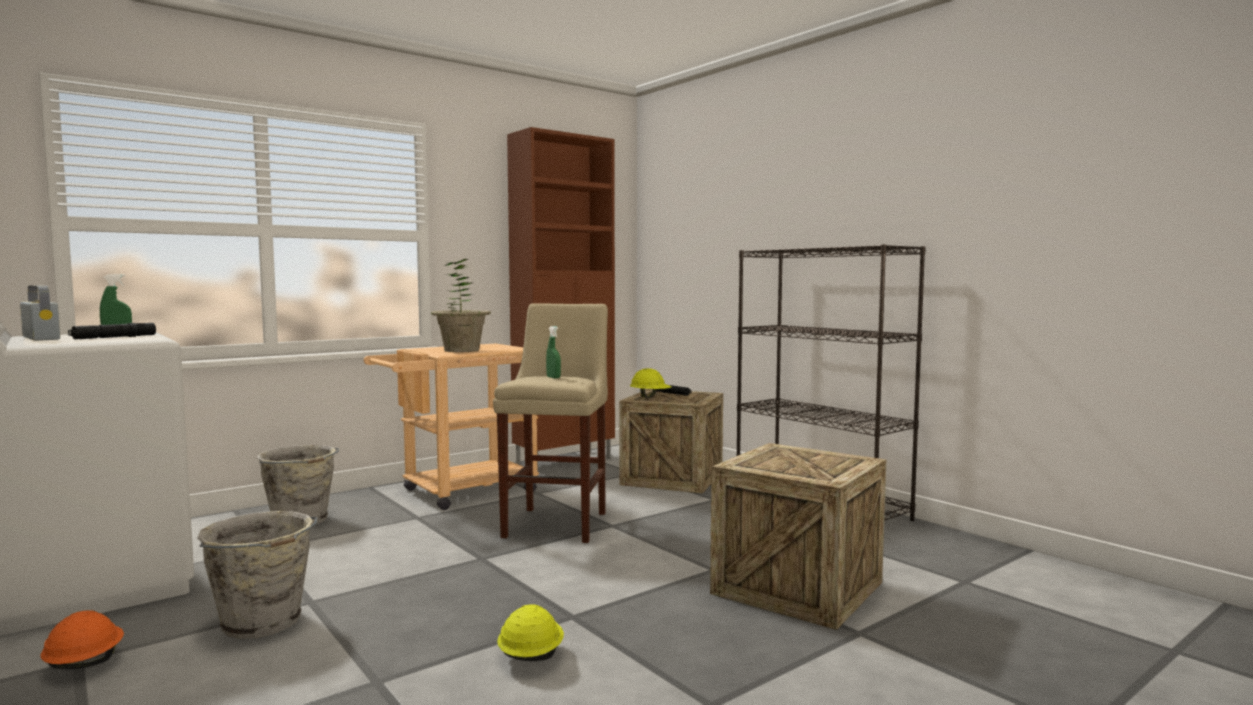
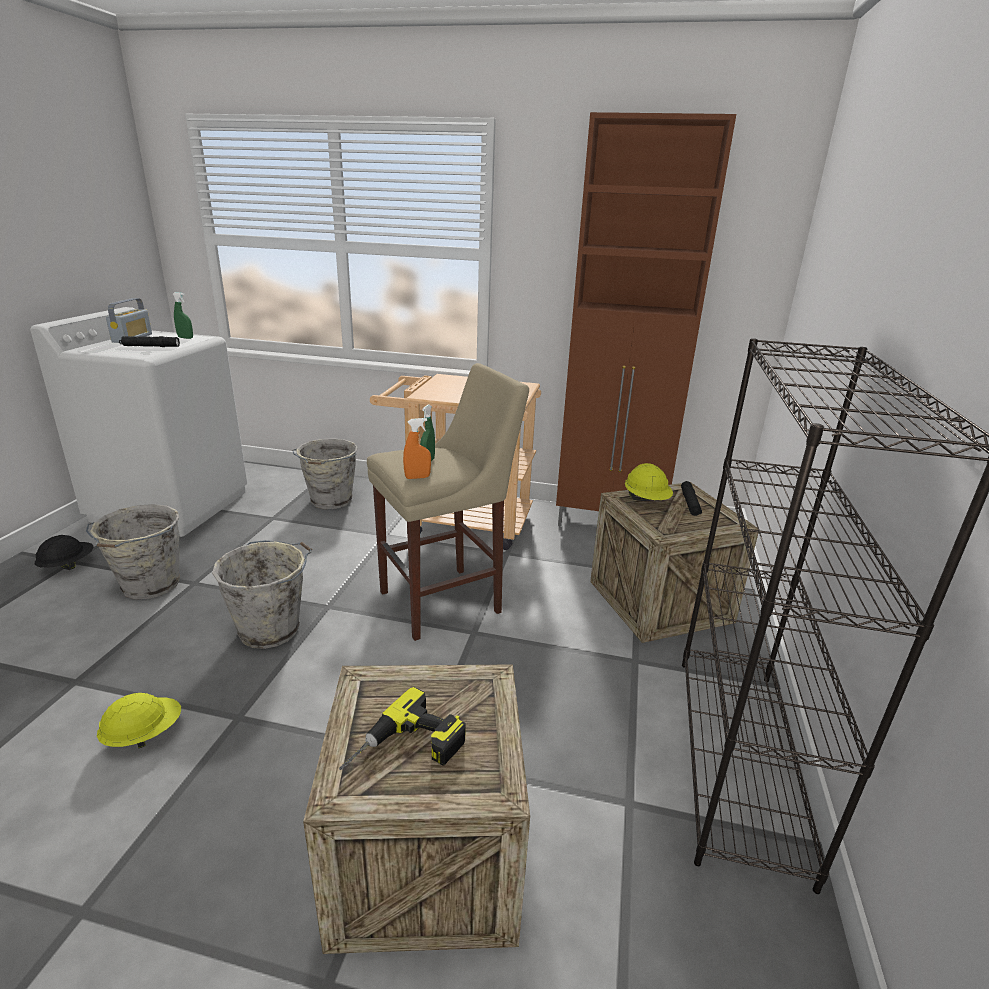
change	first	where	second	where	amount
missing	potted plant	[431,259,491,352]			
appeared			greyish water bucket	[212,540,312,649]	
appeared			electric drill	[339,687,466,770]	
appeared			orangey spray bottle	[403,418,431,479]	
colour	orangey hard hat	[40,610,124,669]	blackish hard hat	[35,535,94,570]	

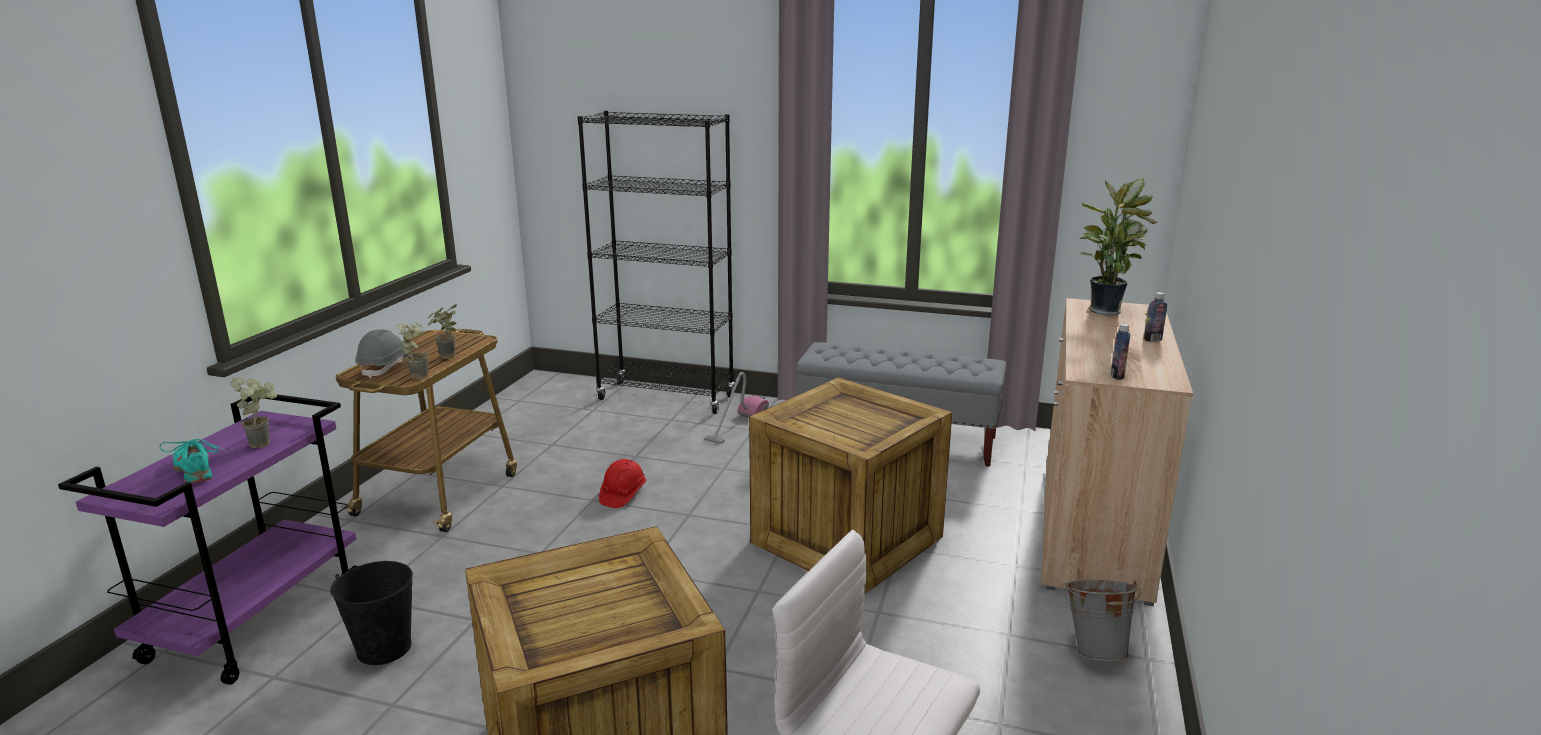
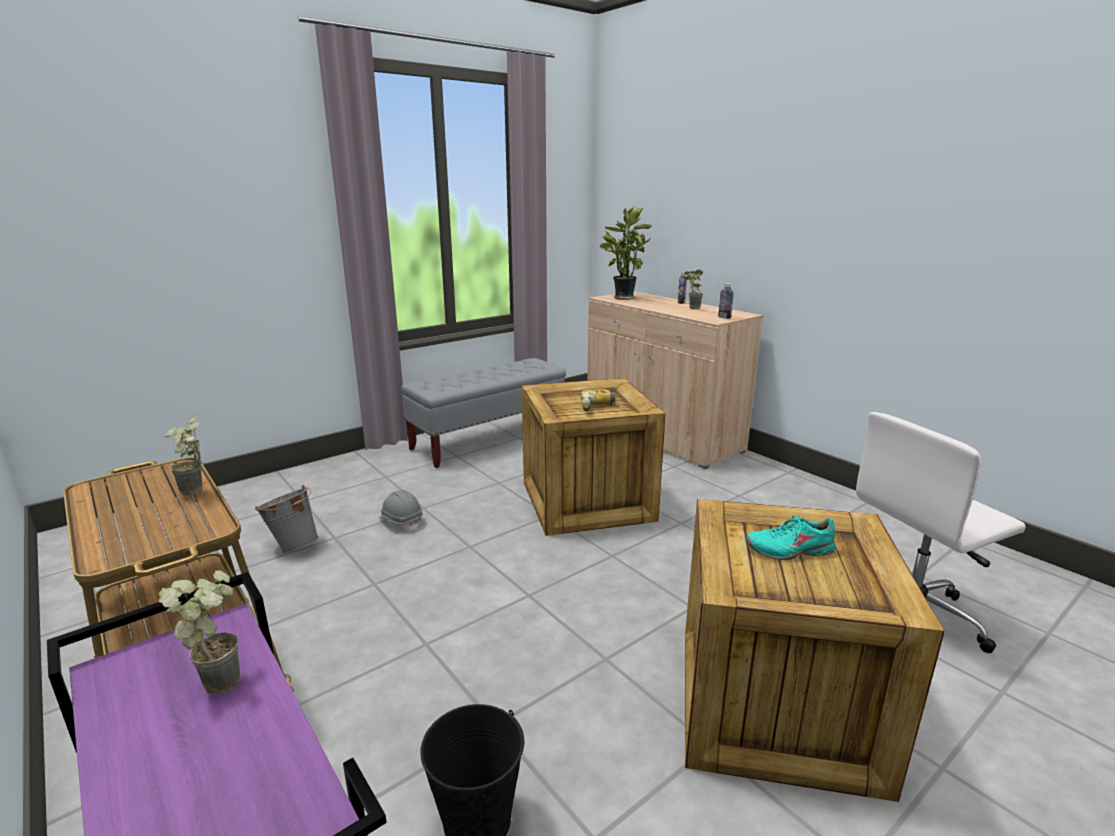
change	first	where	second	where	amount
missing	blackish shelving unit	[578,111,735,414]			
missing	red-coloured hard hat	[599,459,646,508]			
missing	vacuum	[704,372,769,444]			
appeared			electric drill	[581,388,618,411]	
relocated	turquoise low shoe	[159,439,225,483]		[745,515,836,560]	
relocated	greyish hard hat	[355,329,408,378]		[379,490,423,531]	
relocated	potted plant	[396,322,428,379]		[684,270,703,309]	
relocated	greyish water bucket	[1065,580,1141,661]		[255,485,319,553]	

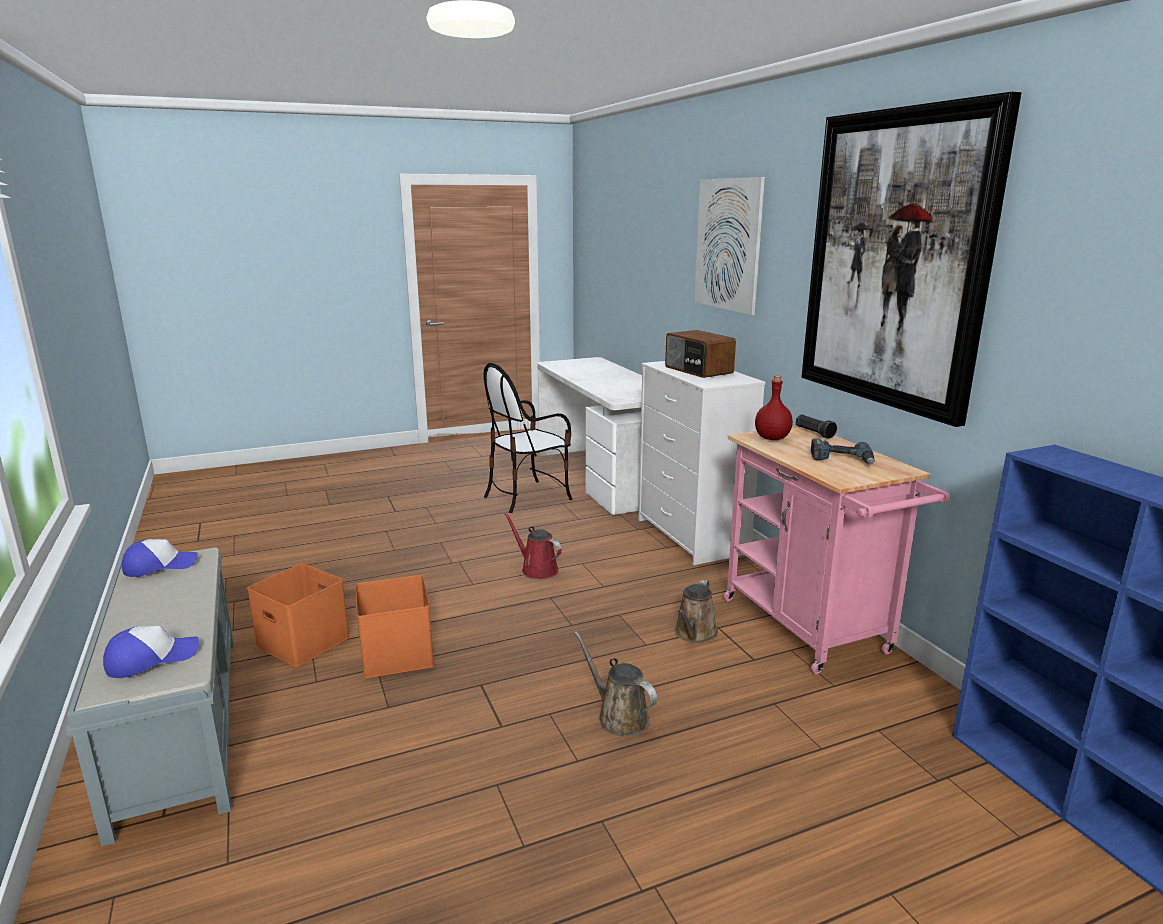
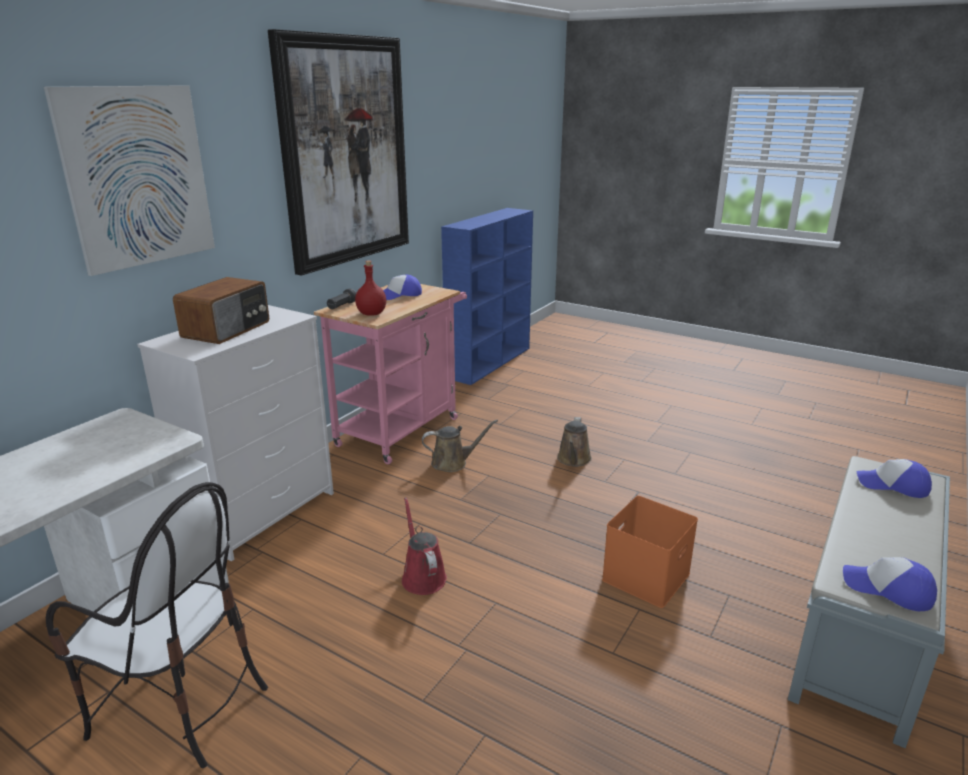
change	first	where	second	where	amount
missing	orangey storage container	[247,563,350,667]			
exchanged	electric drill	[811,439,875,465]	baseball cap	[383,275,422,300]	
spun	red-coloured sprinkling can	[504,512,562,579]		[402,497,447,595]	150 degrees clockwise

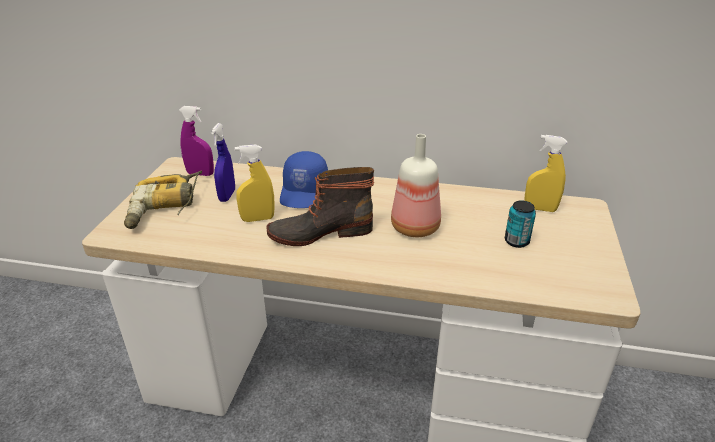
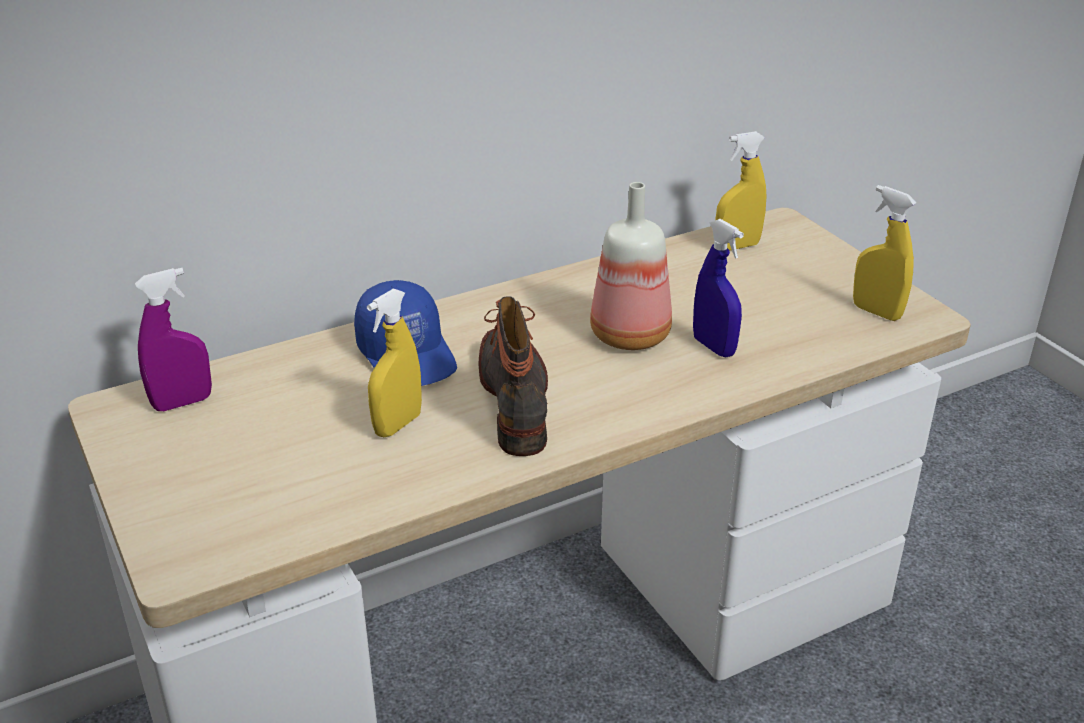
change	first	where	second	where	amount
missing	electric drill	[124,170,202,229]			
missing	can	[505,200,536,248]			
appeared			yellow-coloured spray bottle	[853,185,917,321]	
relocated	blue spray bottle	[211,123,235,202]		[693,219,744,357]	
spun	boot	[267,167,374,246]		[478,296,548,456]	135 degrees clockwise

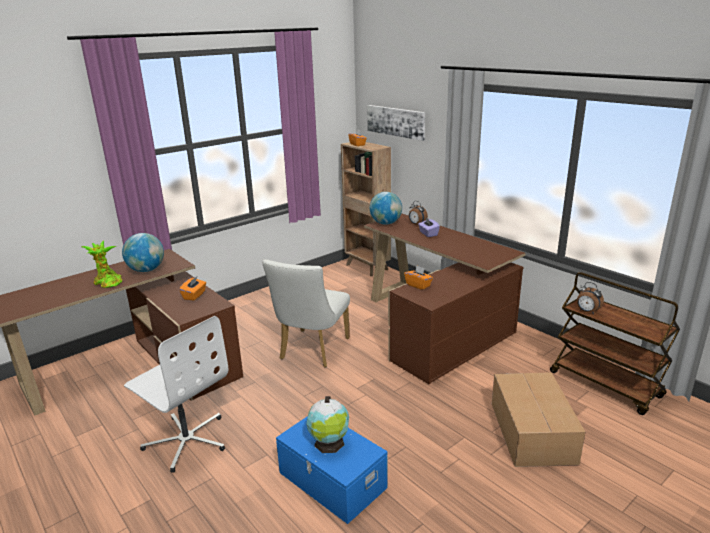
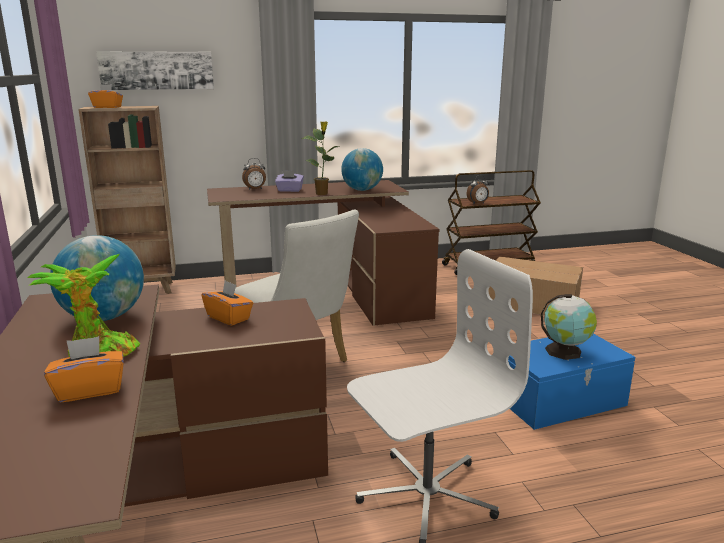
change	first	where	second	where	amount
appeared			potted plant	[302,121,339,195]	
relocated	globe	[370,192,402,225]		[341,148,383,191]	
relocated	orangey box of tissues	[404,265,433,290]		[44,336,124,402]	

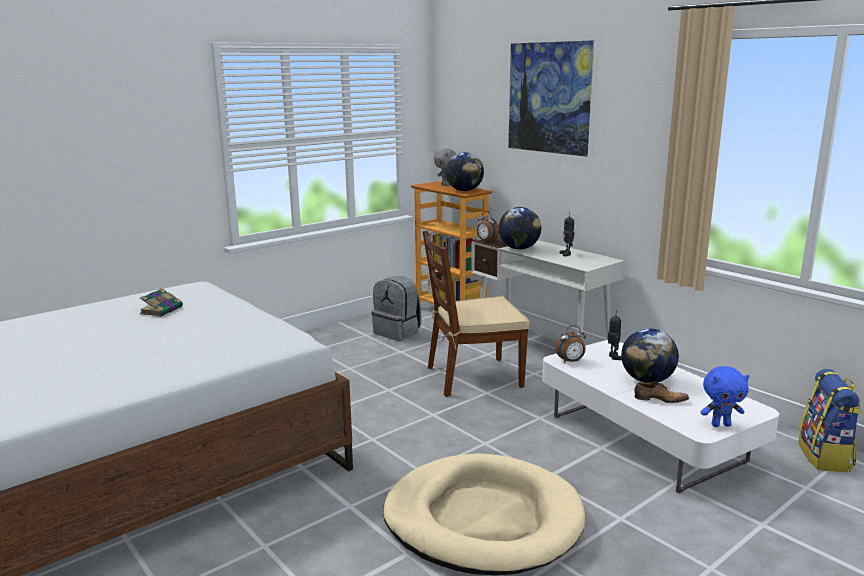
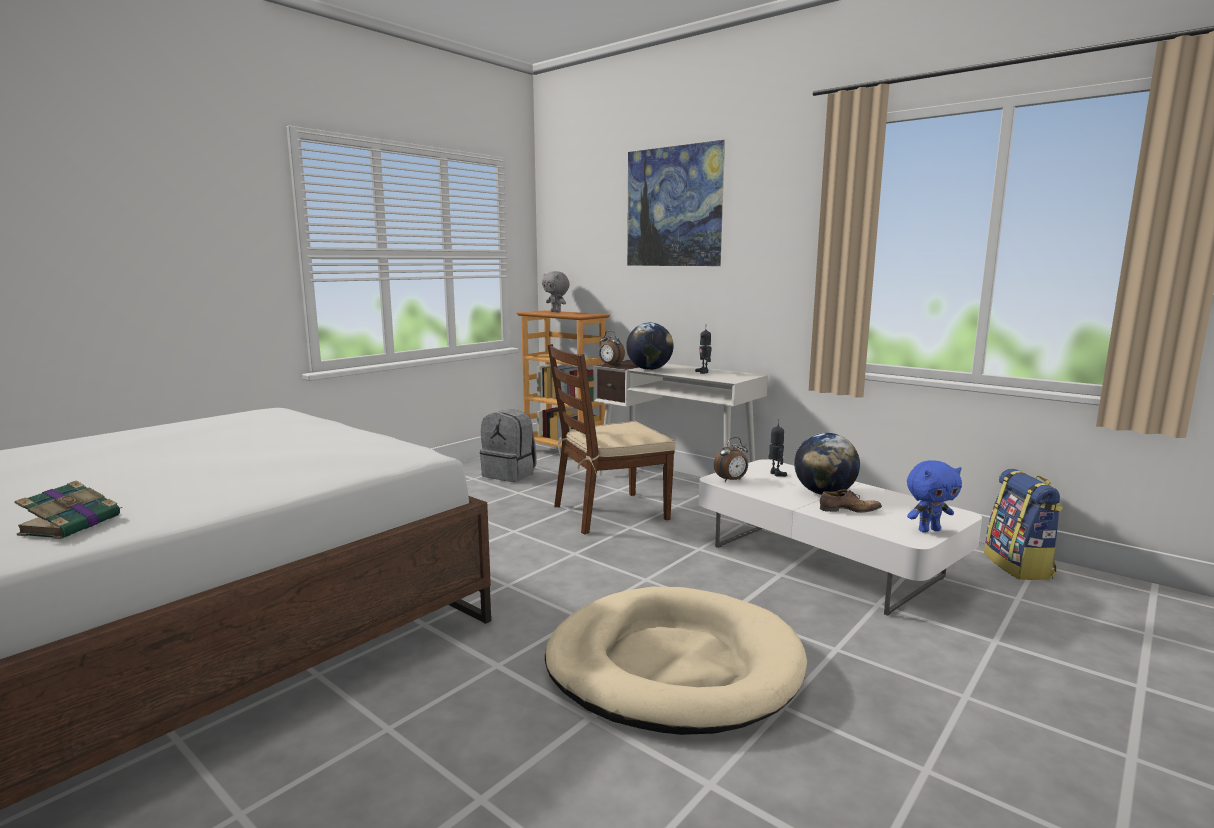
change	first	where	second	where	amount
missing	globe	[445,152,484,191]			
relocated	book	[140,288,183,317]		[15,481,122,539]	

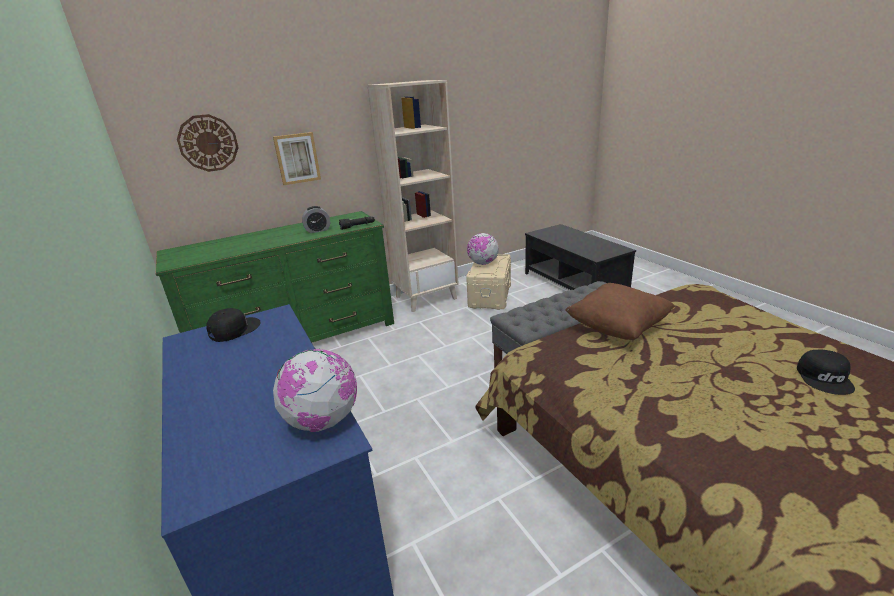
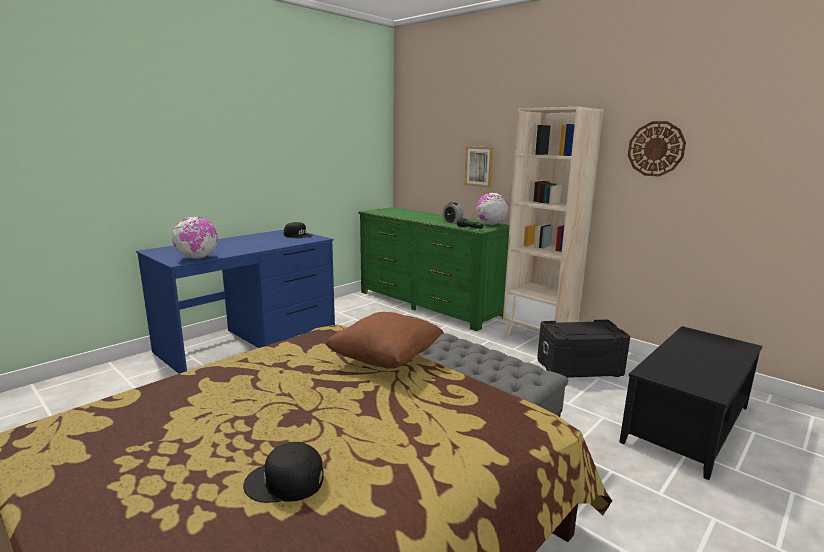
change	first	where	second	where	amount
relocated	wall clock	[177,114,239,172]		[628,121,686,177]	
relocated	globe	[467,233,499,265]		[476,193,508,225]	
colour	beige-coloured storage container	[466,254,511,310]	blackish storage container	[537,320,630,378]	

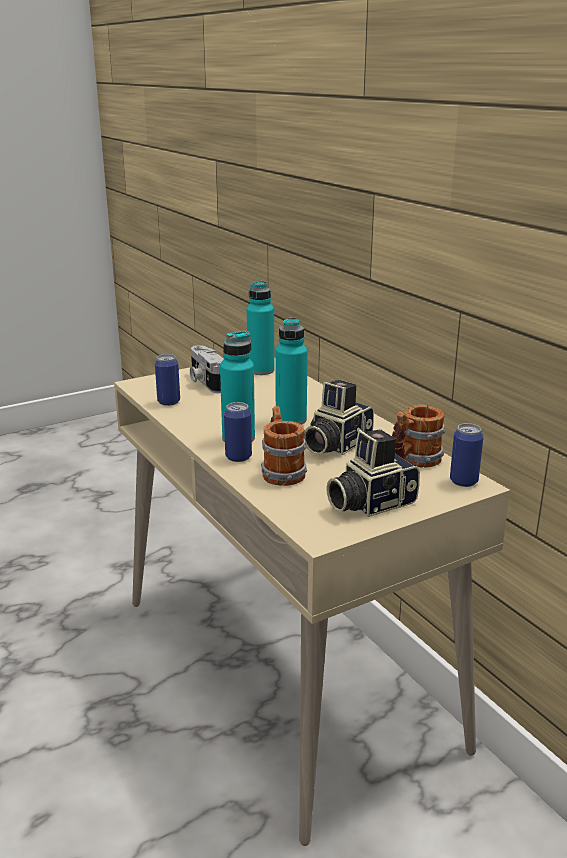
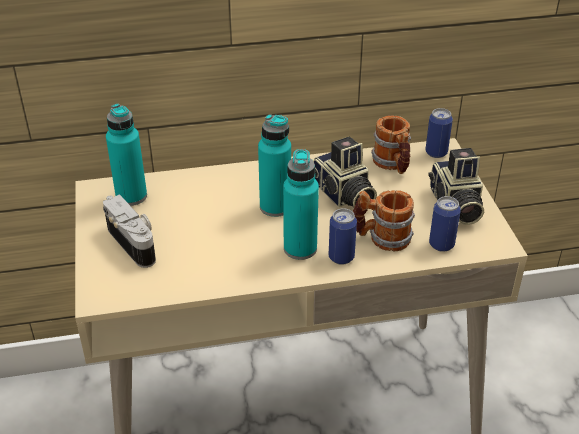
change	first	where	second	where	amount
relocated	can	[155,354,180,406]		[429,196,461,252]	
spun	photo camera	[190,345,224,393]		[103,194,156,268]	120 degrees counterclockwise

